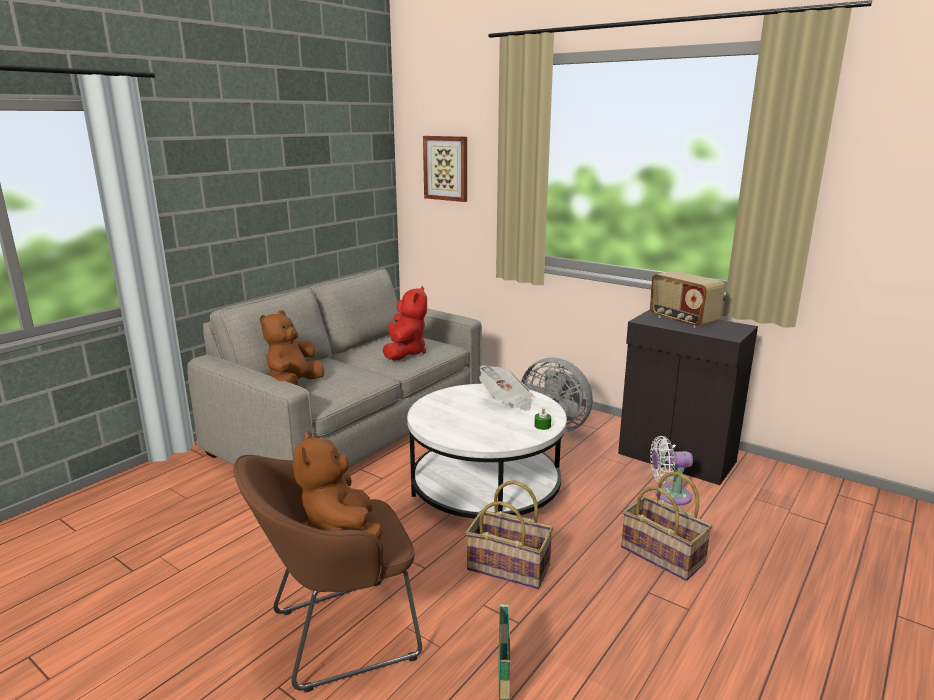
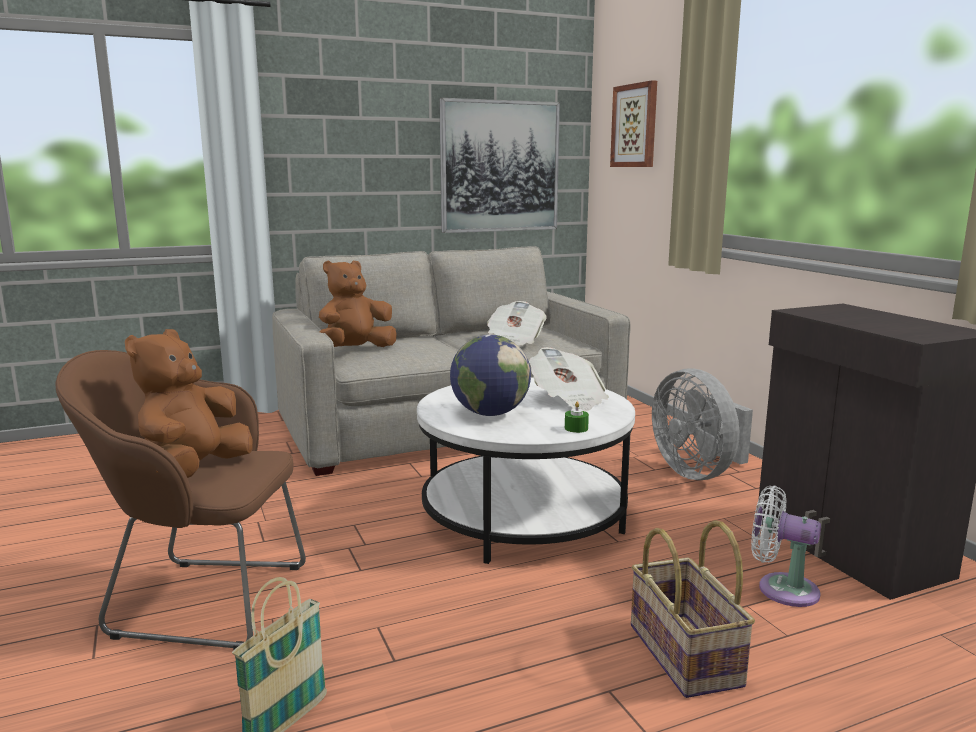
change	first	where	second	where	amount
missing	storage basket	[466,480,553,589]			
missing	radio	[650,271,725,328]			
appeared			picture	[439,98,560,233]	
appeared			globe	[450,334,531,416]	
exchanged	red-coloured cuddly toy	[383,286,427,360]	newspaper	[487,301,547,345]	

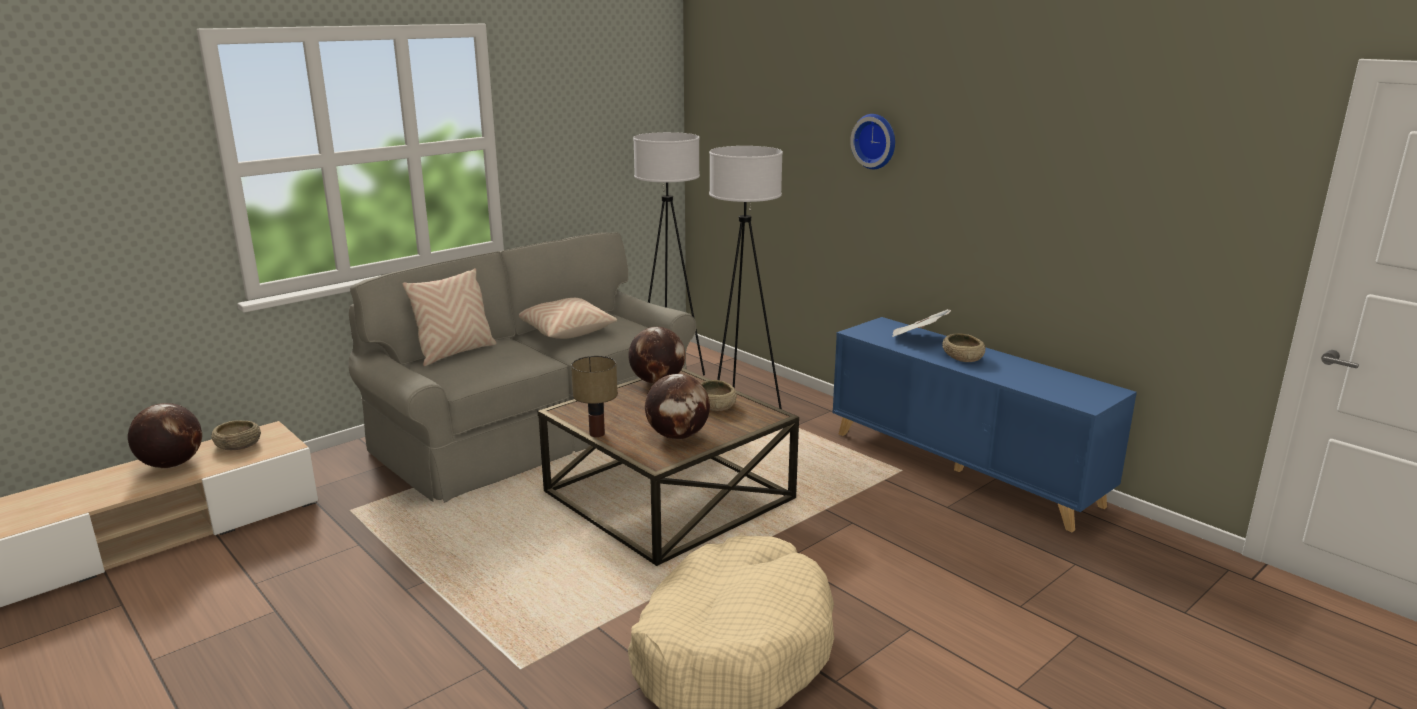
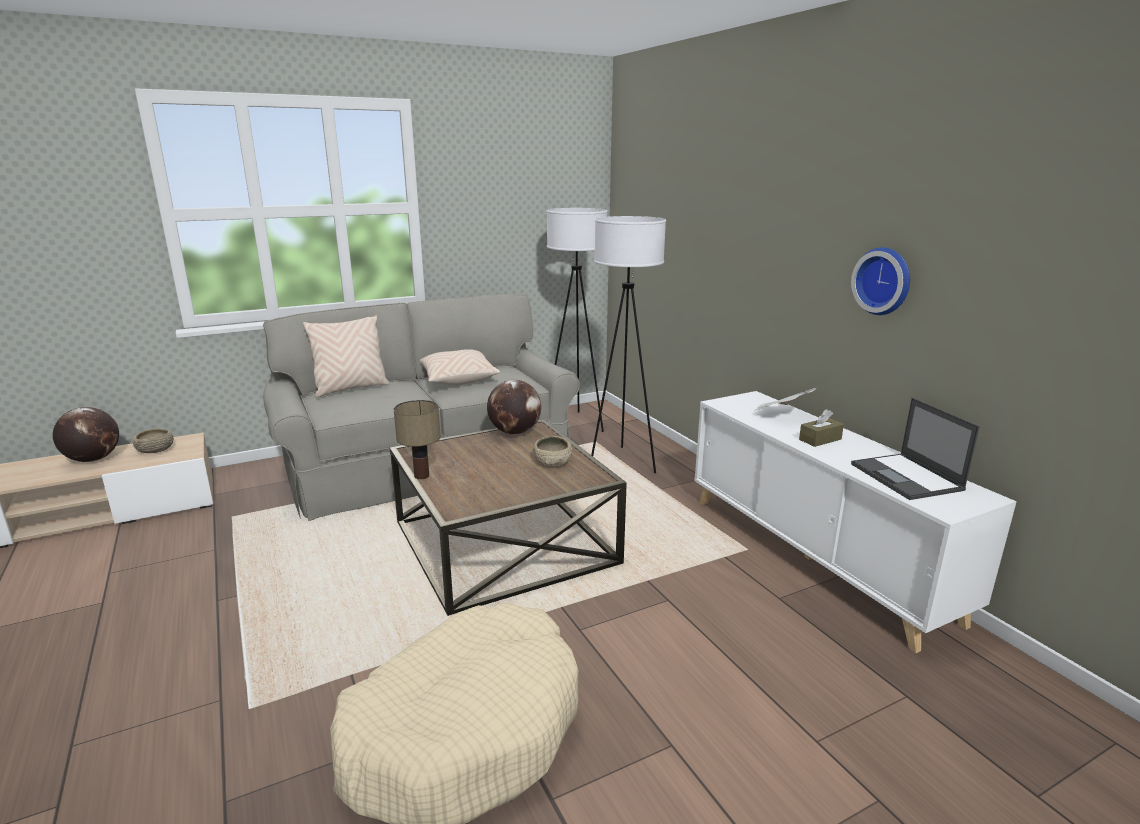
change	first	where	second	where	amount
missing	globe	[645,374,710,439]			
appeared			notebook computer	[851,398,980,500]	
relocated	wall clock	[850,114,895,169]		[851,247,910,315]	
exchanged	beige-coloured bowl	[942,333,985,362]	brown-coloured box of tissues	[799,409,844,447]	
colour	blue storage cabinet	[832,317,1137,532]	white storage cabinet	[694,391,1017,653]	

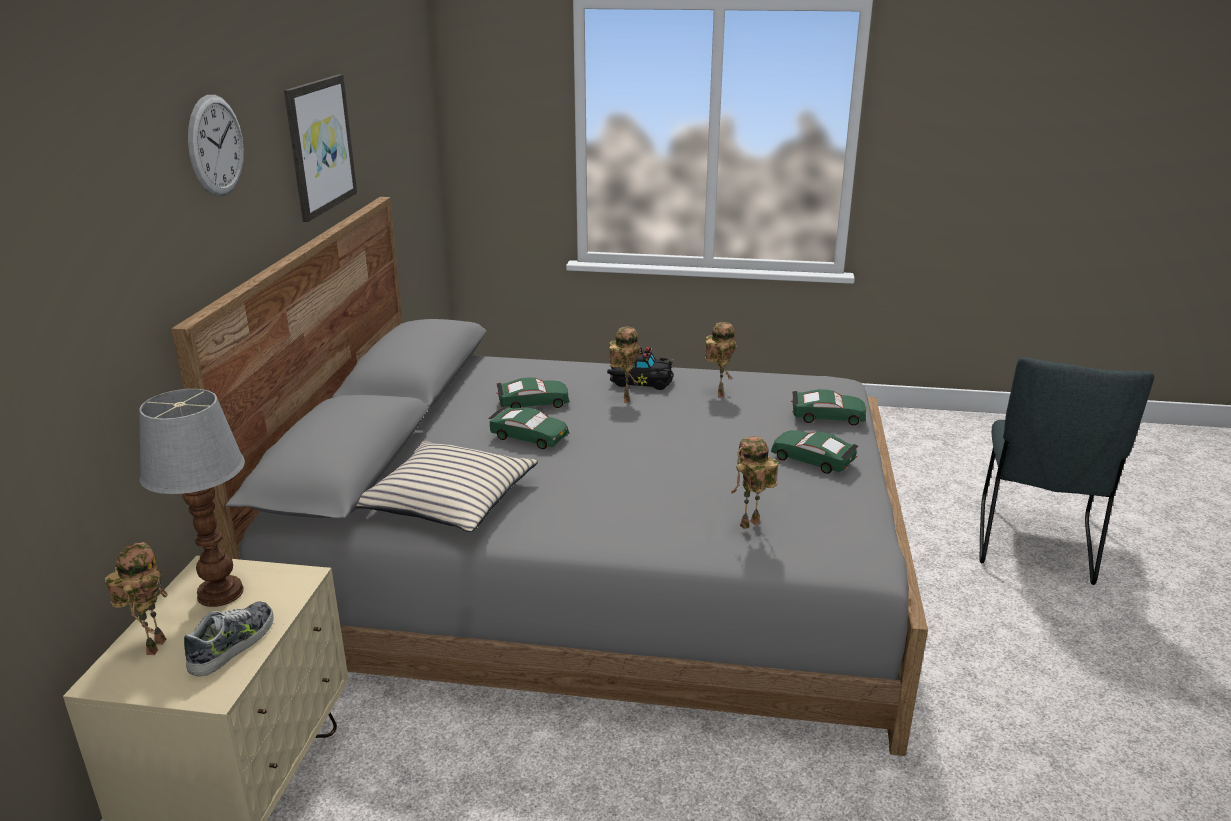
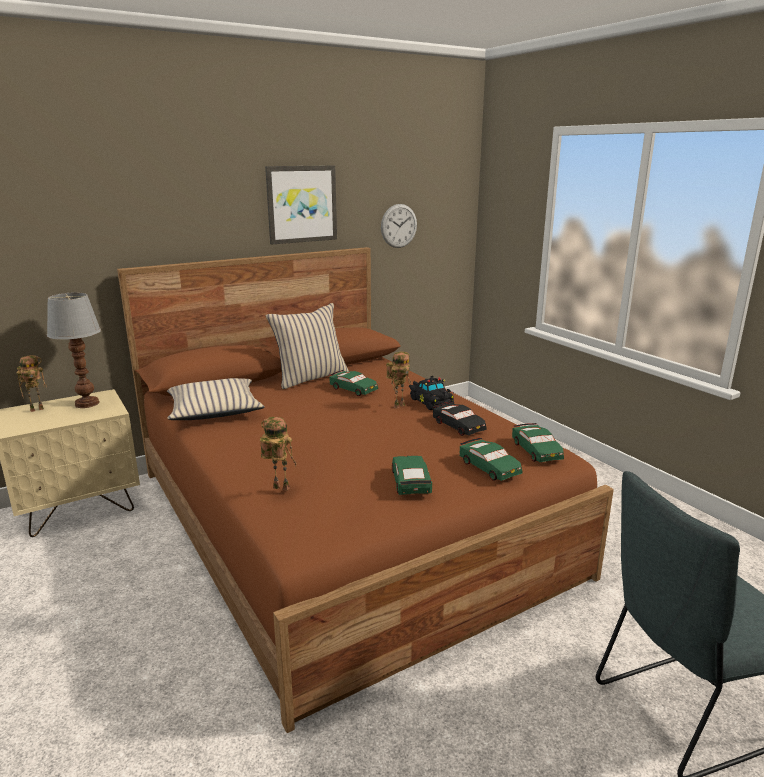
change	first	where	second	where	amount
missing	low shoe	[184,601,274,677]			
appeared			beige-coloured throw pillow	[266,303,349,389]	
relocated	wall clock	[188,95,244,196]		[381,204,417,248]	
relocated	greenish miniature car	[488,406,569,449]		[512,423,564,462]	
exchanged	toy robot	[705,322,736,398]	blackish miniature car	[433,402,487,436]	
colour	greyish sleeping bed	[171,197,928,756]	brown-coloured sleeping bed	[117,247,614,733]	

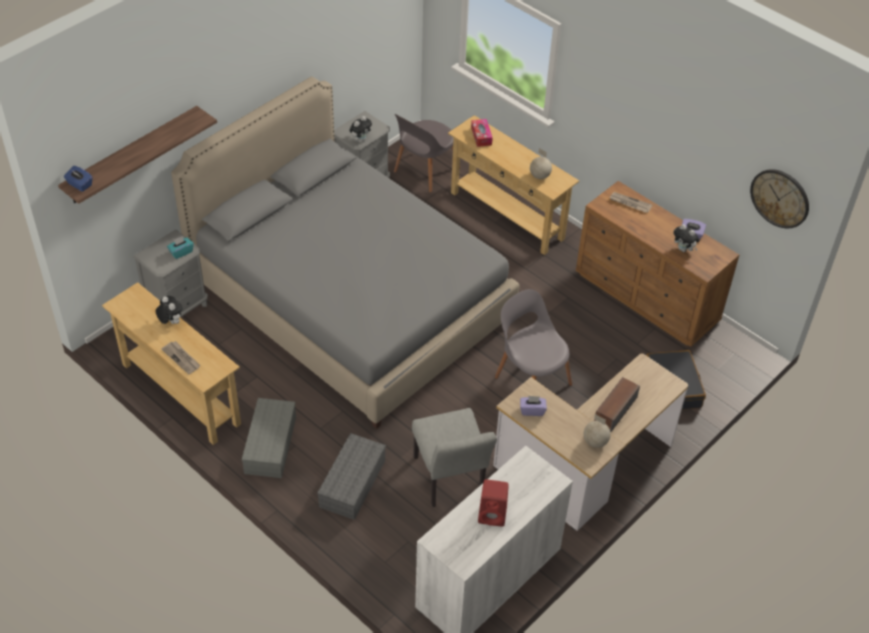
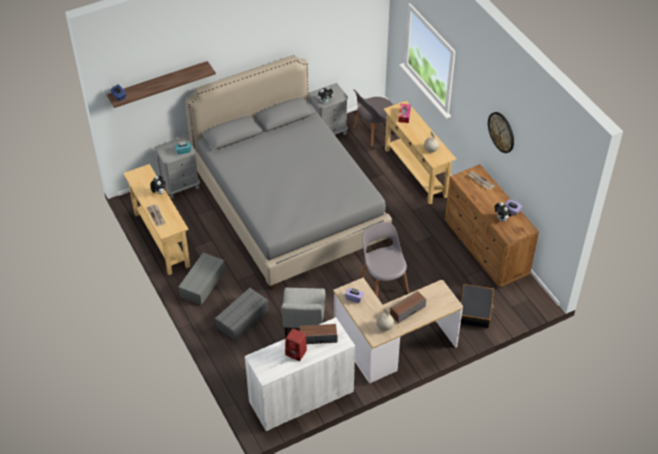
change	first	where	second	where	amount
appeared			audio speaker	[300,324,337,344]	
relocated	wall clock	[750,169,809,228]		[488,112,514,153]	

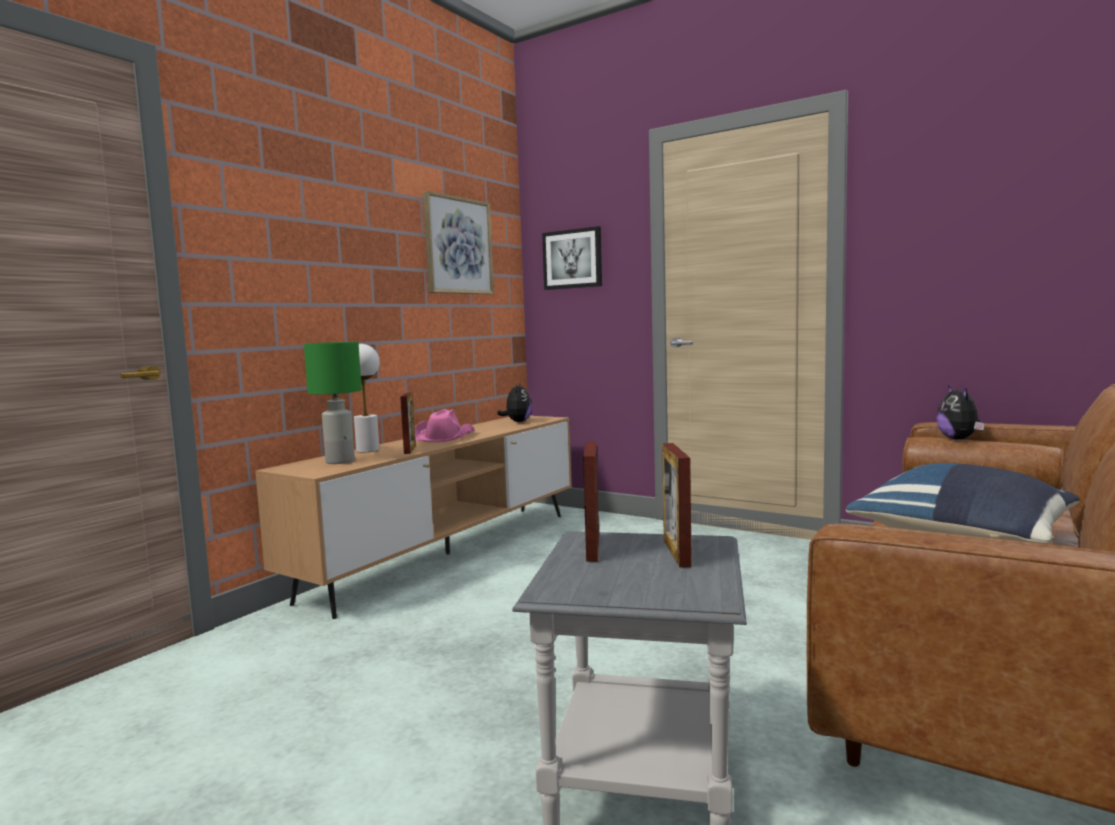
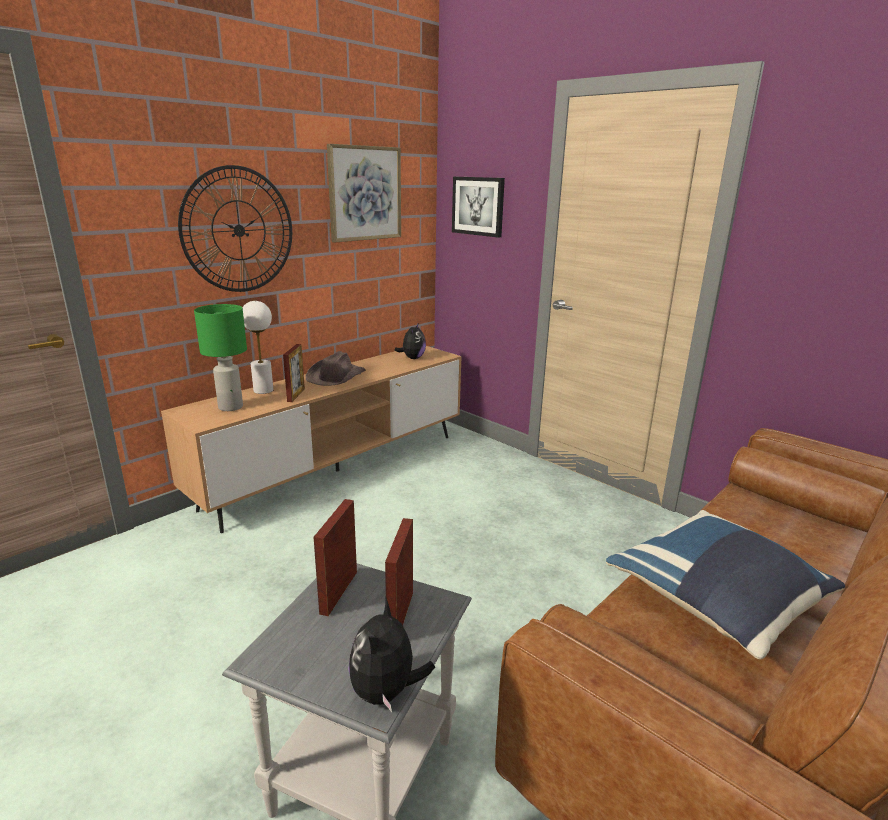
change	first	where	second	where	amount
appeared			wall clock	[178,165,292,292]	
relocated	cuddly toy	[936,385,984,440]		[348,597,435,712]	
colour	pinkish wearable hat	[415,409,475,442]	brown-coloured wearable hat	[306,351,366,386]	

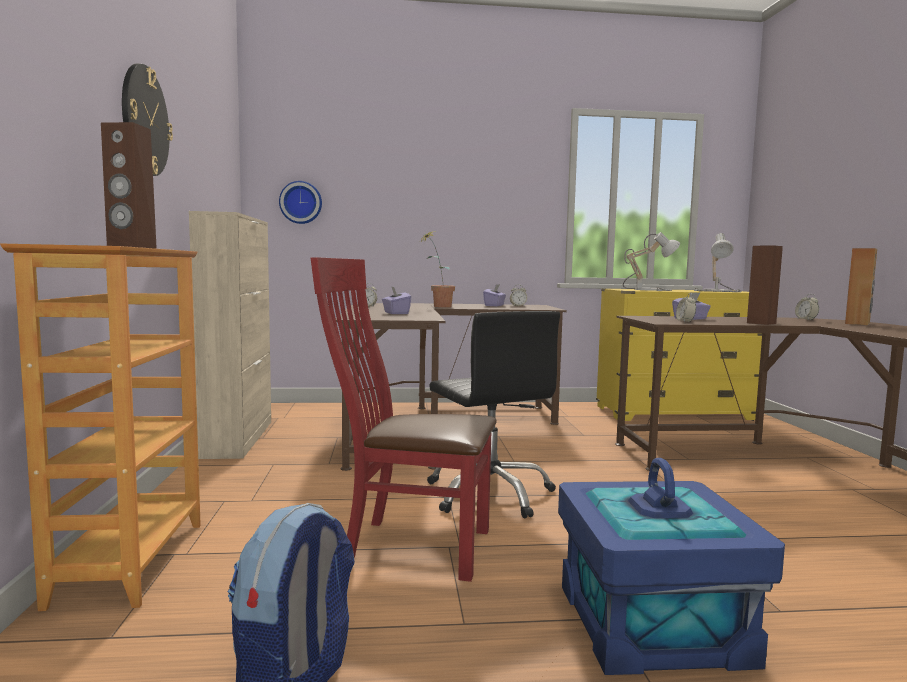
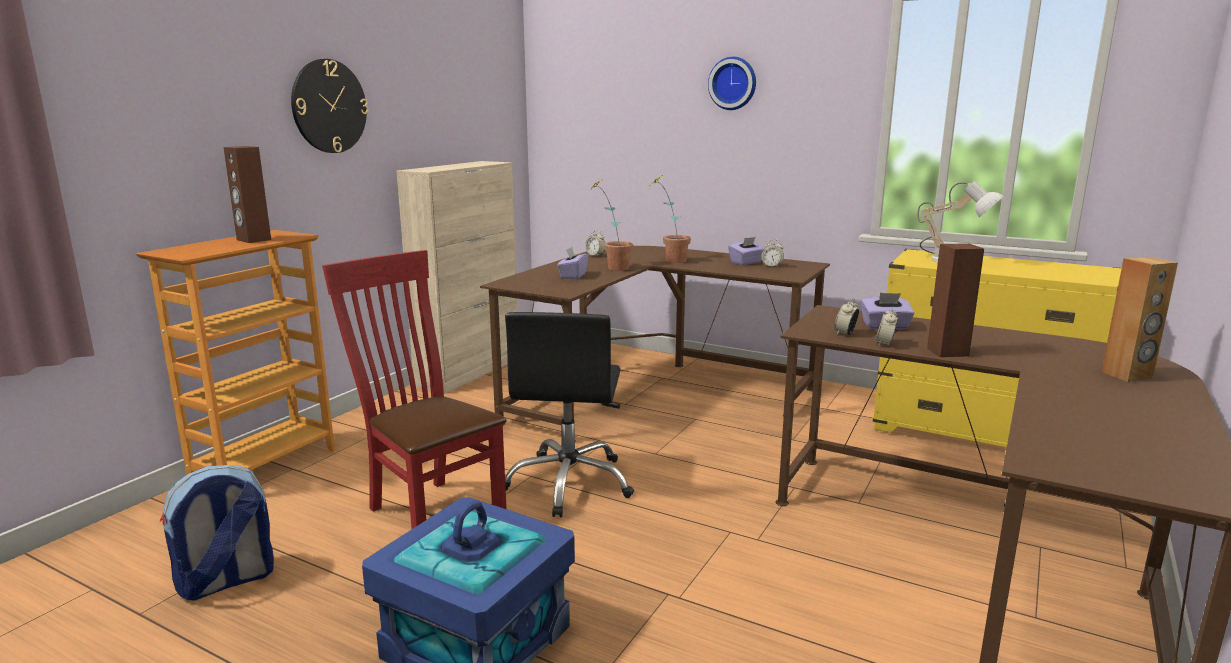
change	first	where	second	where	amount
missing	lamp for a table	[694,233,742,292]			
appeared			potted plant	[589,179,633,271]	
relocated	wall clock	[279,181,322,224]		[708,57,756,110]	
relocated	table clock	[795,294,819,320]		[875,307,898,346]	

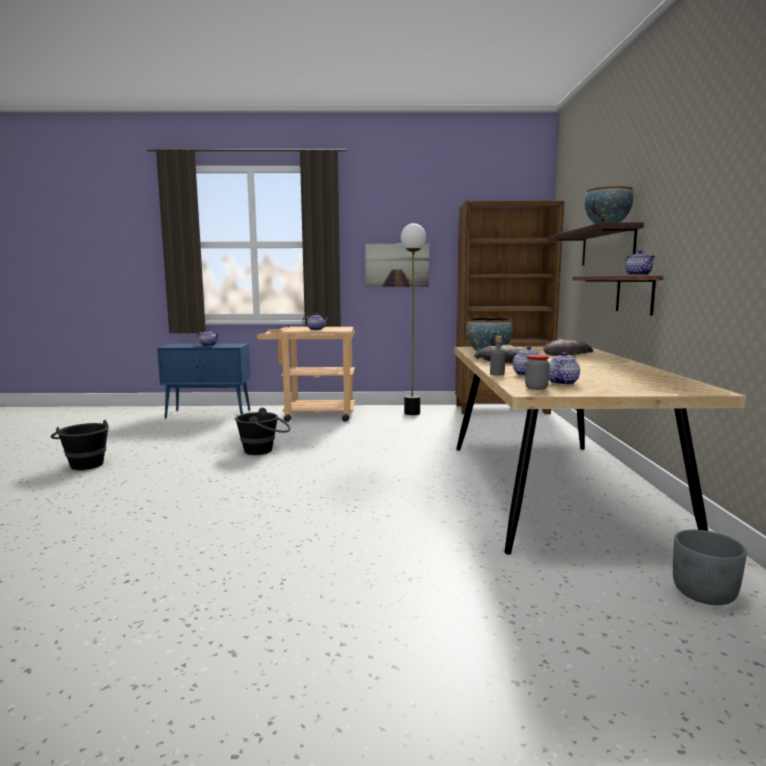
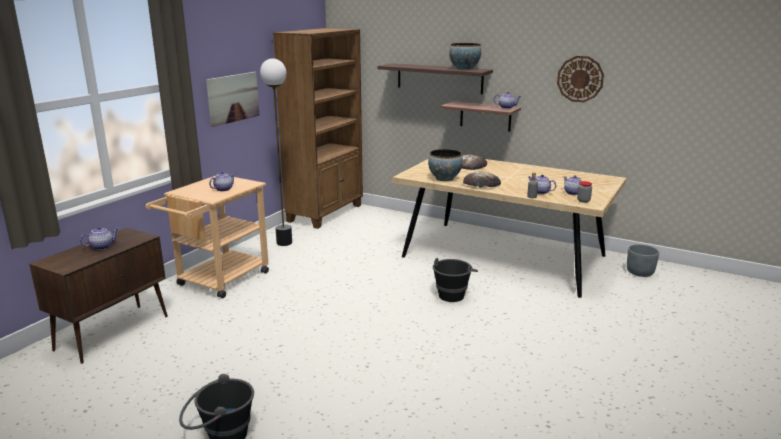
change	first	where	second	where	amount
appeared			wall clock	[557,56,604,103]	
relocated	blackish water bucket	[235,408,291,455]		[433,258,478,302]	
colour	blue storage cabinet	[157,343,251,418]	brown-coloured storage cabinet	[29,228,168,364]	

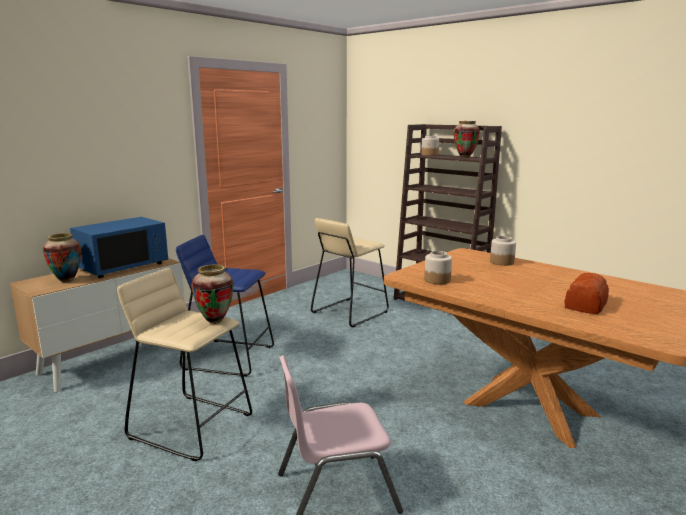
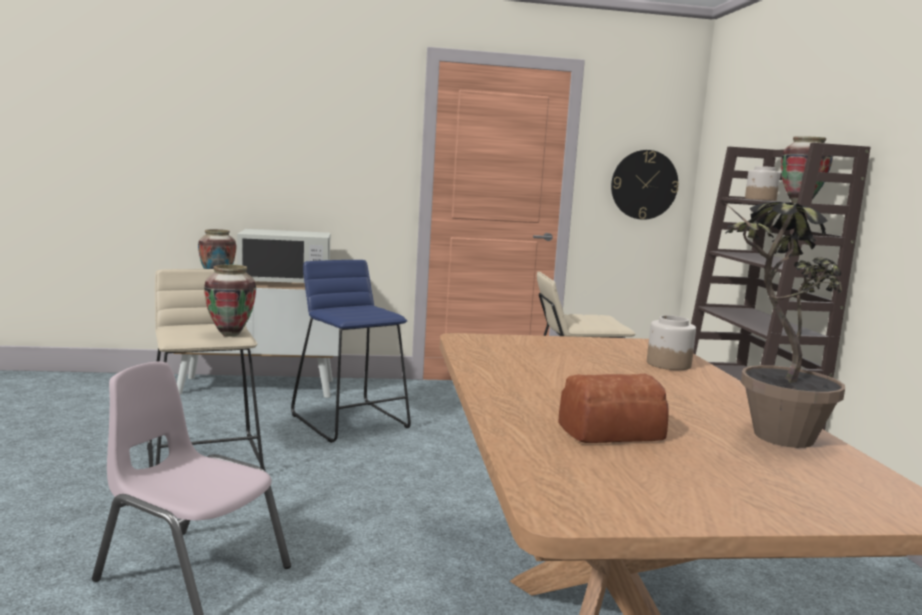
change	first	where	second	where	amount
missing	jar	[424,251,452,284]			
appeared			wall clock	[611,150,679,220]	
appeared			potted plant	[723,201,845,448]	
colour	blue kitchen microwave	[70,217,168,278]	white kitchen microwave	[237,229,331,283]	

